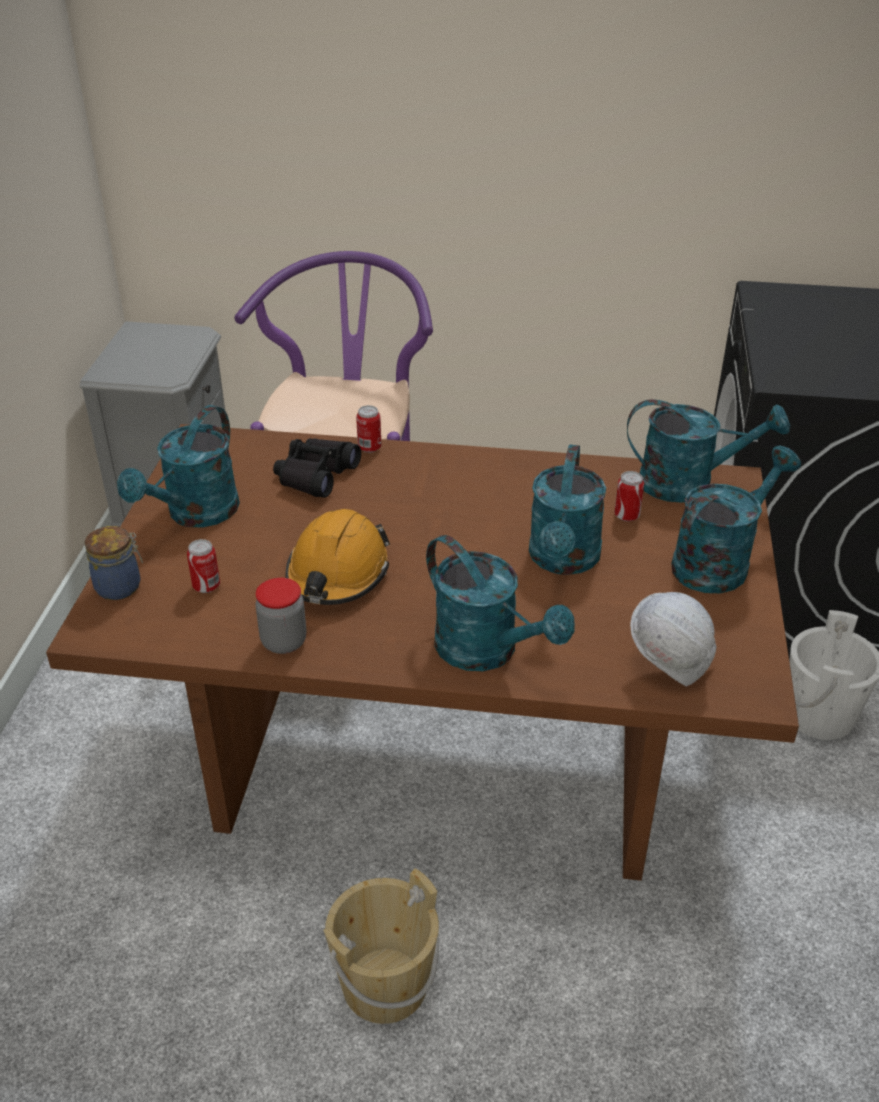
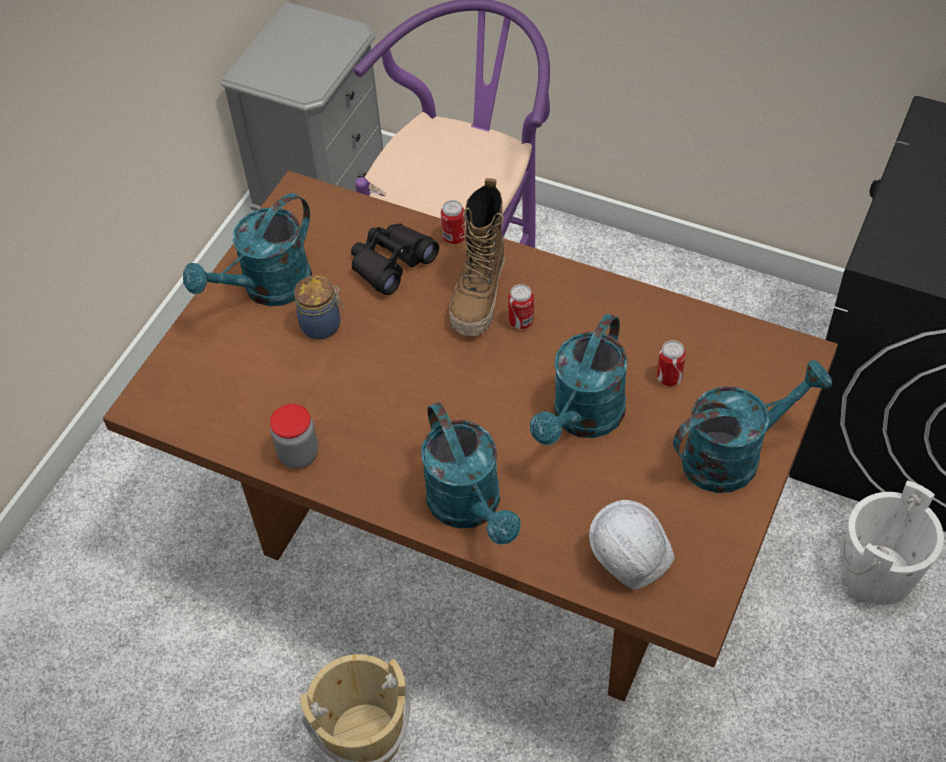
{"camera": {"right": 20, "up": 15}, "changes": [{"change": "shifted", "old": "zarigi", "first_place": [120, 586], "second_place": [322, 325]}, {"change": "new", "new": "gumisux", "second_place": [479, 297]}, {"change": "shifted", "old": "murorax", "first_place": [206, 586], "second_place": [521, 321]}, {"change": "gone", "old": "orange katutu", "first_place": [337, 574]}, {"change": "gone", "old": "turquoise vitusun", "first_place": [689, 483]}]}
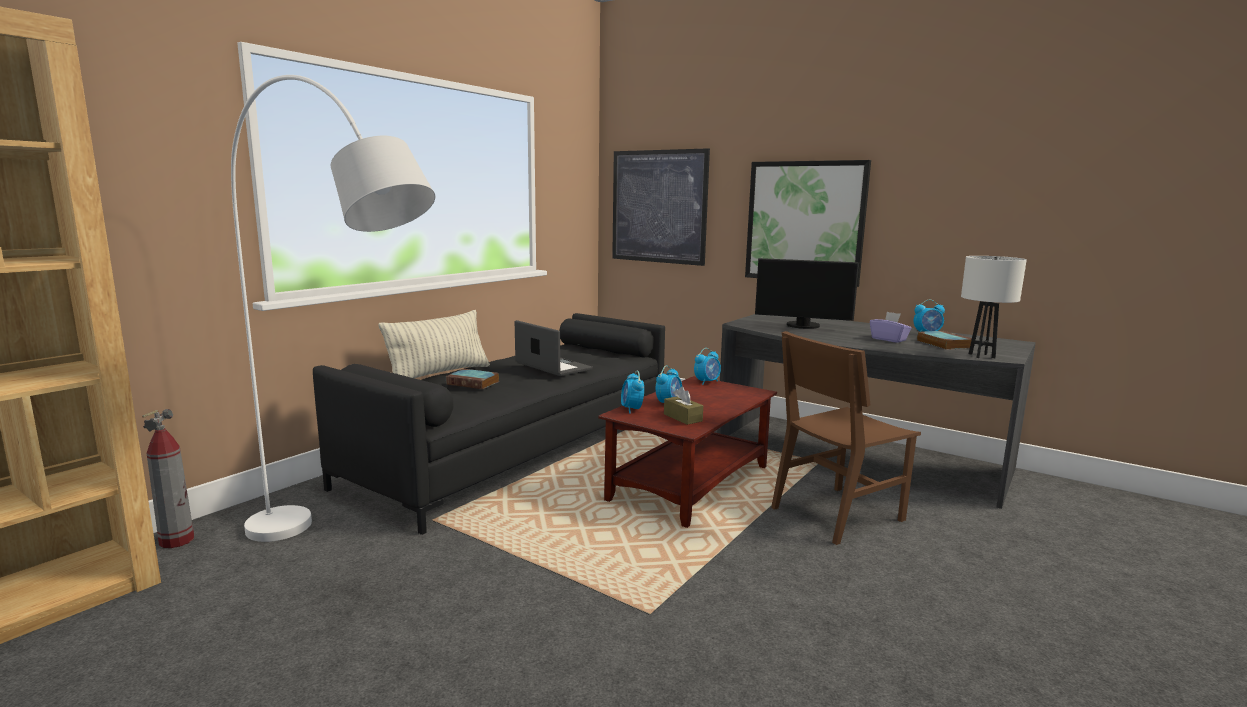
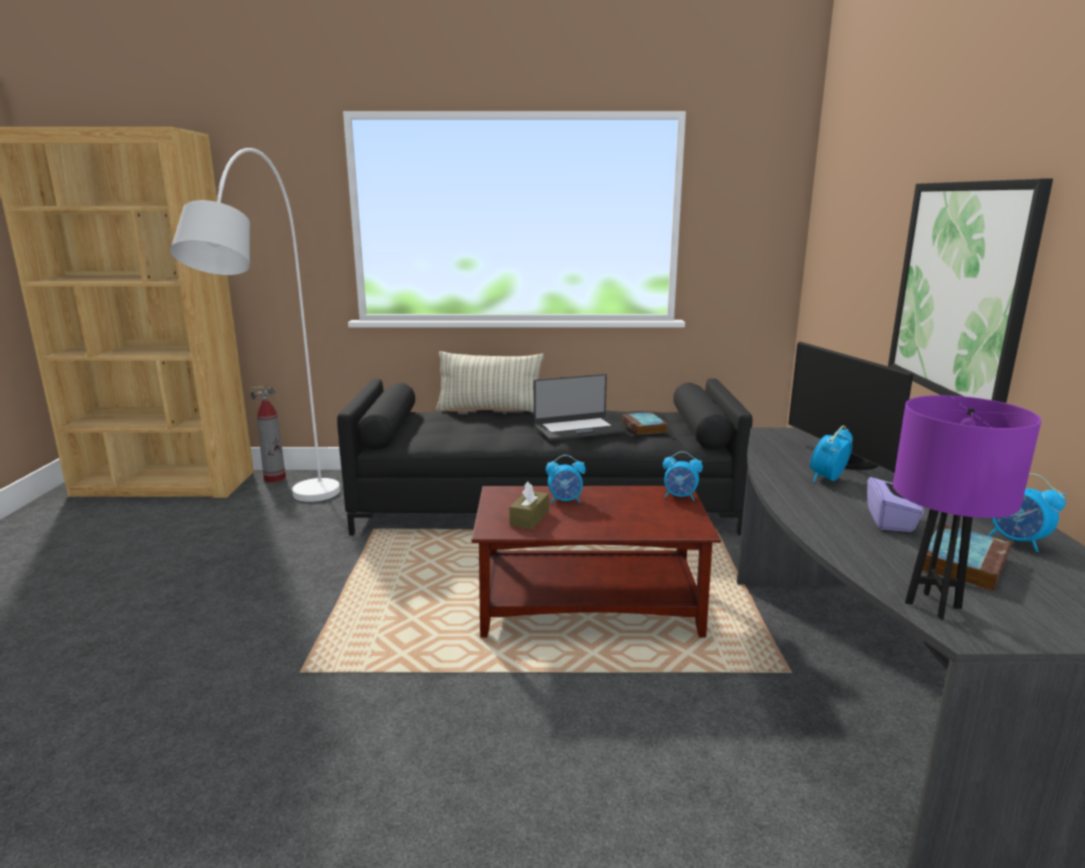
{"camera": {"right": 55, "up": 5}, "changes": [{"change": "rotated", "old": "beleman", "first_place": [552, 366], "second_place": [577, 429], "degrees": 60}, {"change": "shifted", "old": "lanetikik", "first_place": [474, 383], "second_place": [644, 427]}, {"change": "shifted", "old": "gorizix", "first_place": [632, 409], "second_place": [827, 479]}, {"change": "repainted", "old": "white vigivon", "new": "purple vigivon", "first_place": [982, 356], "second_place": [933, 605]}, {"change": "gone", "old": "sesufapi", "first_place": [658, 207]}, {"change": "gone", "old": "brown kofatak", "first_place": [837, 513]}]}
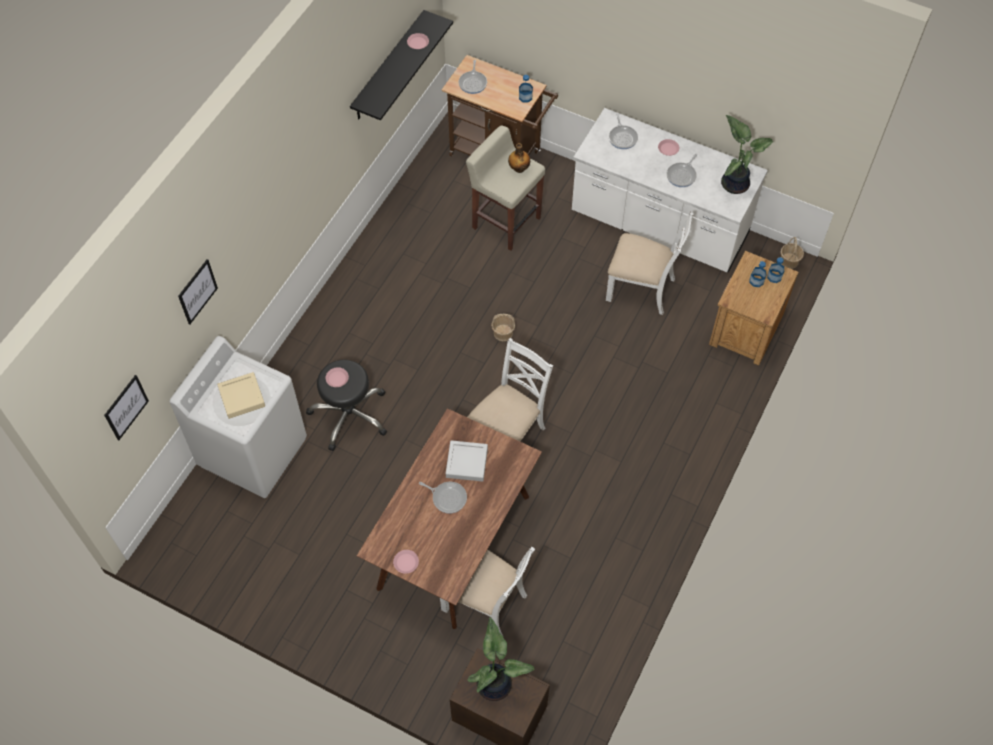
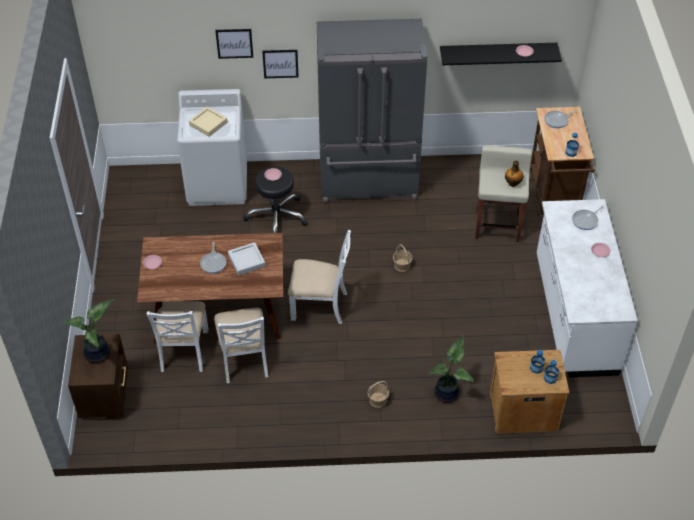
{"camera": {"right": 60, "up": -10}, "changes": [{"change": "shifted", "old": "white kofatak", "first_place": [641, 289], "second_place": [244, 359]}, {"change": "shifted", "old": "sesufapi", "first_place": [126, 407], "second_place": [280, 63]}, {"change": "new", "new": "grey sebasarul", "second_place": [369, 182]}, {"change": "shifted", "old": "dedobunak", "first_place": [789, 261], "second_place": [378, 400]}, {"change": "shifted", "old": "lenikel", "first_place": [735, 183], "second_place": [448, 393]}, {"change": "gone", "old": "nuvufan", "first_place": [682, 175]}]}
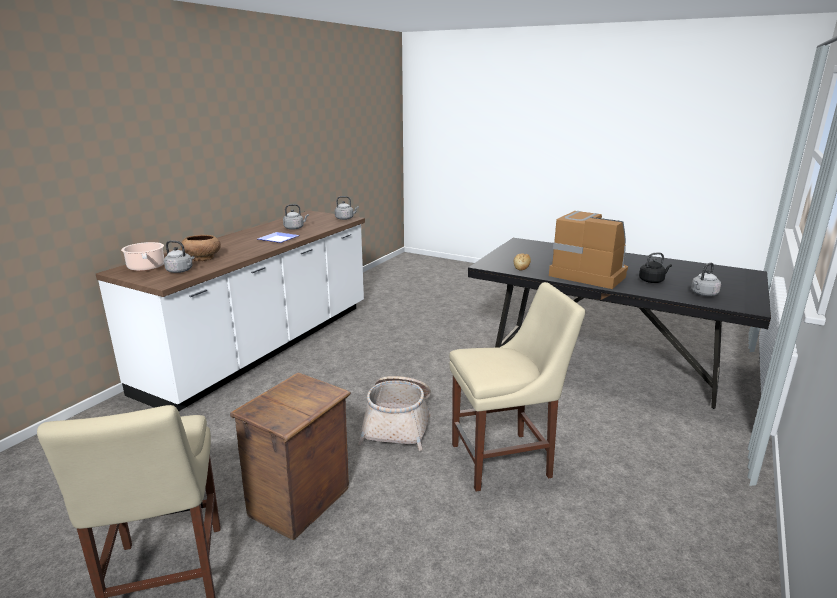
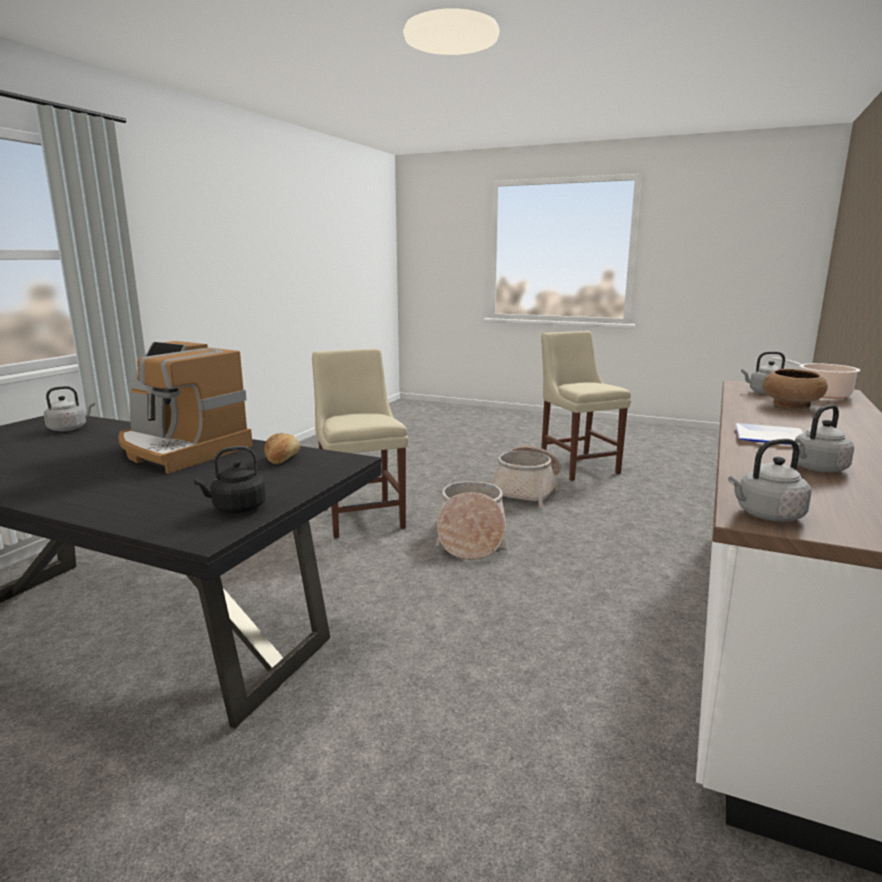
{"camera": {"right": 175, "up": -5}, "changes": [{"change": "shifted", "old": "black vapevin", "first_place": [652, 281], "second_place": [236, 508]}, {"change": "rotated", "old": "beige kofatak", "first_place": [505, 460], "second_place": [362, 516], "degrees": 90}, {"change": "swapped", "old": "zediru", "new": "dedobunak", "first_place": [301, 502], "second_place": [527, 491]}]}
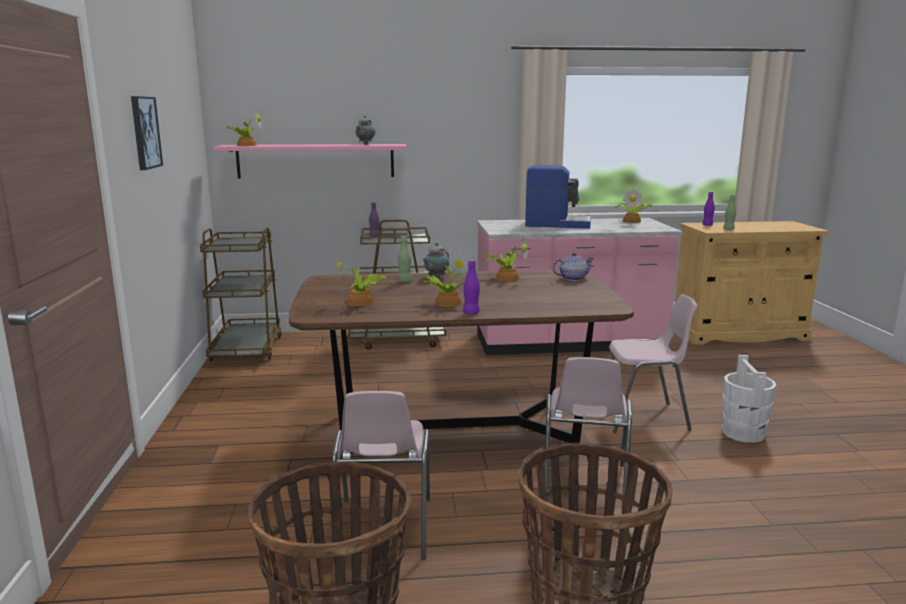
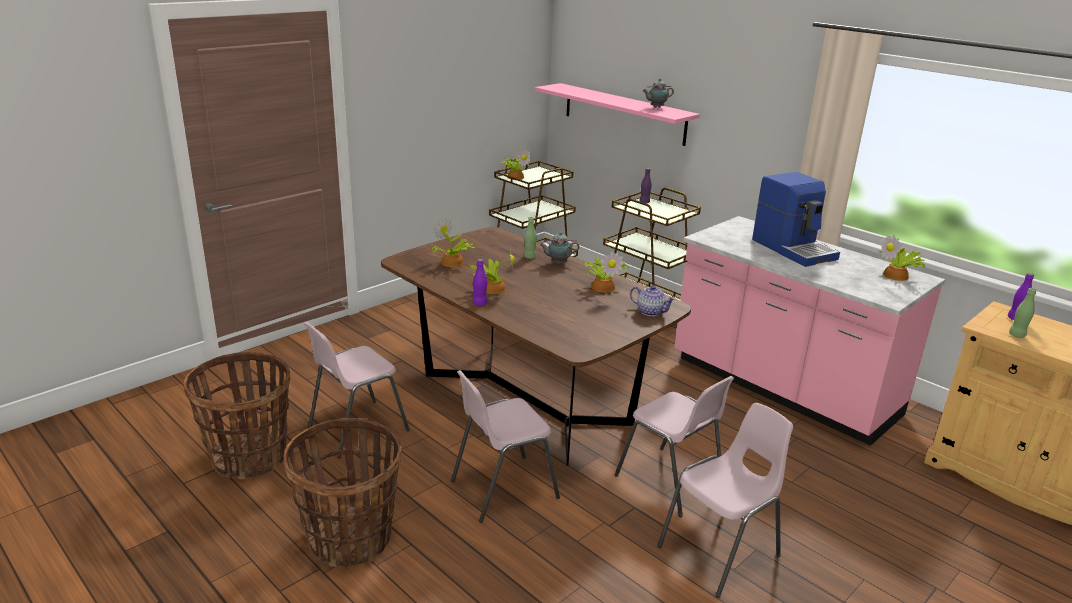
{"camera": {"right": 50, "up": 10}, "changes": [{"change": "shifted", "old": "lenikel", "first_place": [245, 145], "second_place": [515, 177]}, {"change": "swapped", "old": "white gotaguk", "new": "pink kofatak", "first_place": [743, 433], "second_place": [721, 552]}, {"change": "gone", "old": "sesufapi", "first_place": [145, 132]}]}
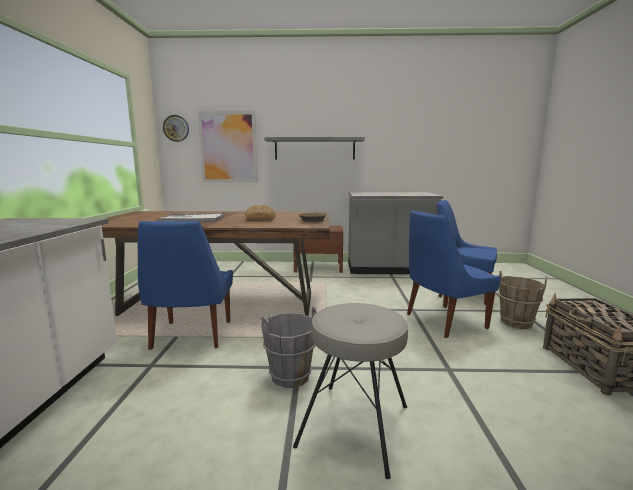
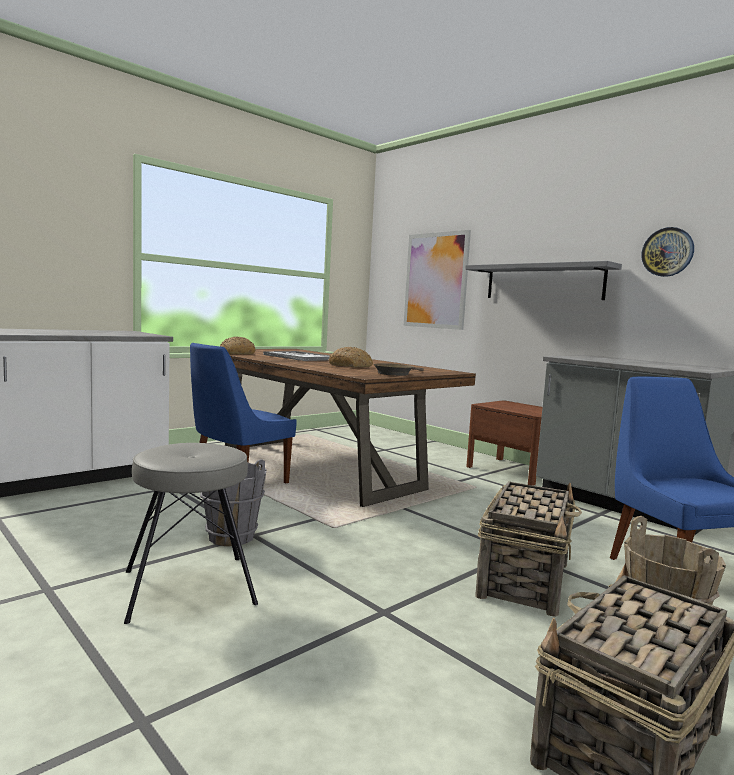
{"camera": {"right": 45, "up": -5}, "changes": [{"change": "new", "new": "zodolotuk", "second_place": [236, 353]}, {"change": "swapped", "old": "blue kofatak", "new": "dedobunak", "first_place": [443, 321], "second_place": [524, 579]}, {"change": "shifted", "old": "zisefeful", "first_place": [176, 128], "second_place": [667, 252]}]}
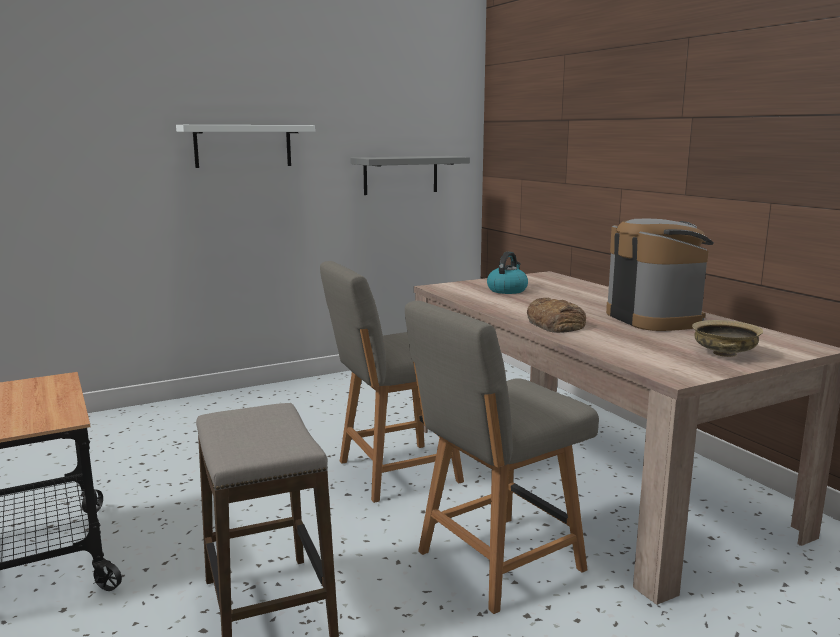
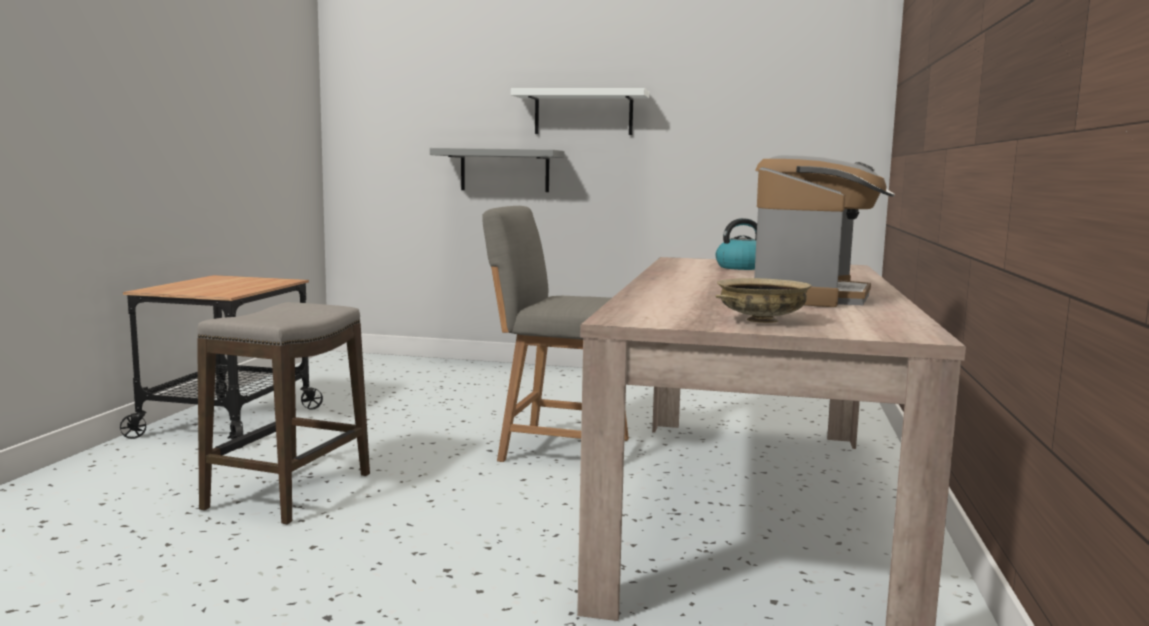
{"camera": {"right": 40, "up": -5}, "changes": [{"change": "shifted", "old": "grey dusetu", "first_place": [400, 175], "second_place": [504, 170]}, {"change": "gone", "old": "grey kofatak", "first_place": [495, 563]}, {"change": "gone", "old": "zodolotuk", "first_place": [555, 324]}]}
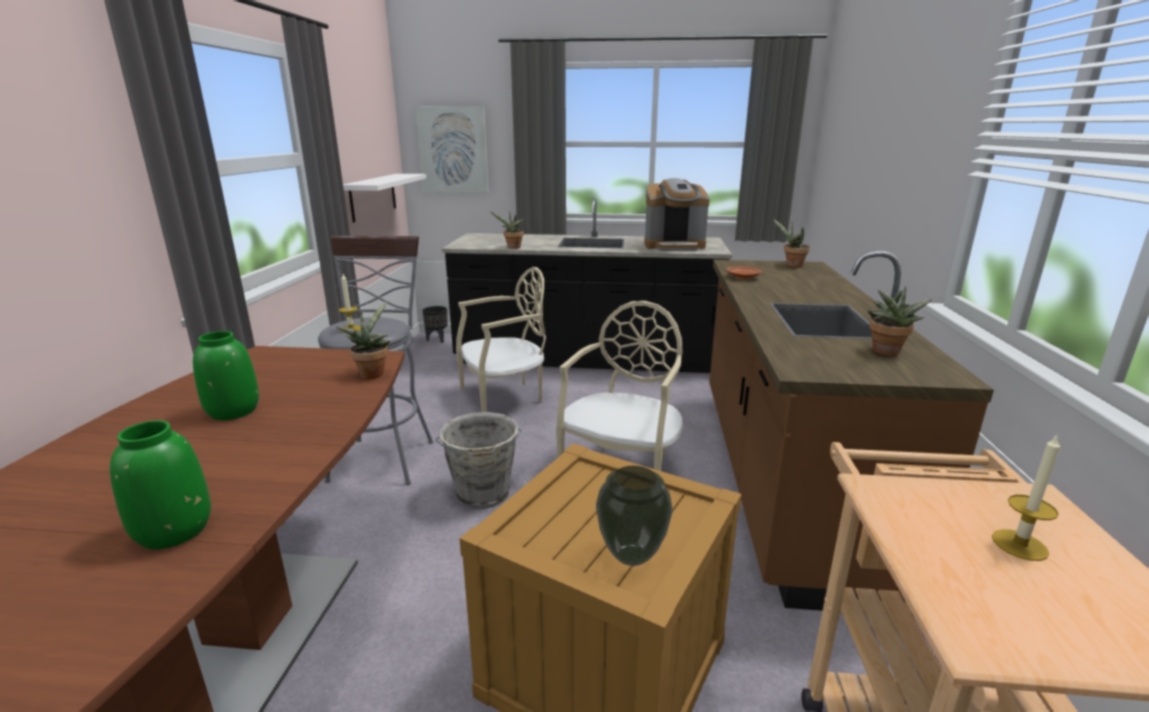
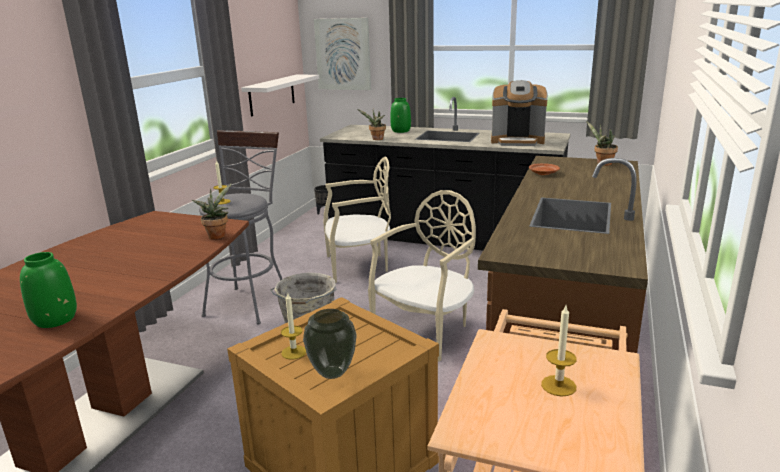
{"camera": {"right": 15, "up": 0}, "changes": [{"change": "new", "new": "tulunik", "second_place": [293, 352]}, {"change": "shifted", "old": "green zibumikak", "first_place": [232, 411], "second_place": [400, 131]}, {"change": "gone", "old": "lenikel", "first_place": [886, 353]}]}
